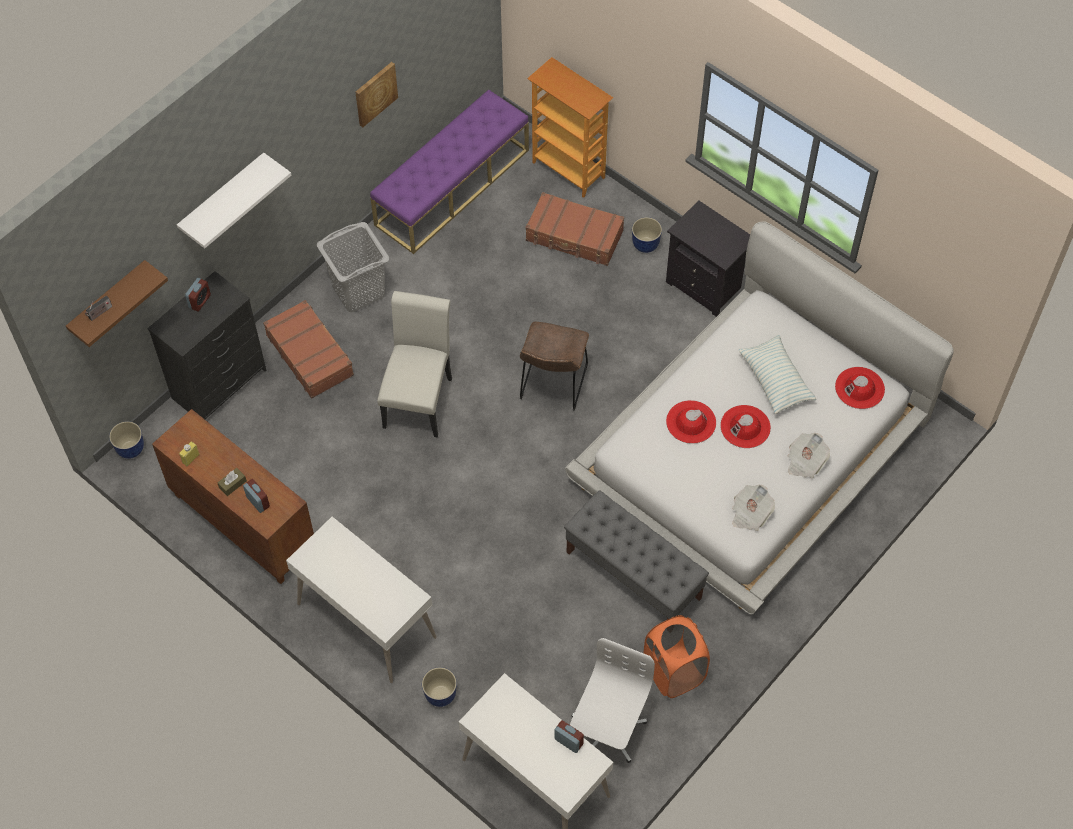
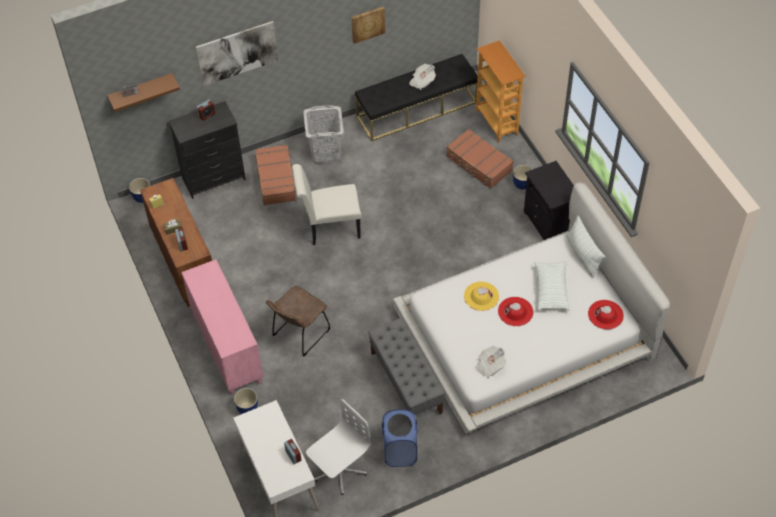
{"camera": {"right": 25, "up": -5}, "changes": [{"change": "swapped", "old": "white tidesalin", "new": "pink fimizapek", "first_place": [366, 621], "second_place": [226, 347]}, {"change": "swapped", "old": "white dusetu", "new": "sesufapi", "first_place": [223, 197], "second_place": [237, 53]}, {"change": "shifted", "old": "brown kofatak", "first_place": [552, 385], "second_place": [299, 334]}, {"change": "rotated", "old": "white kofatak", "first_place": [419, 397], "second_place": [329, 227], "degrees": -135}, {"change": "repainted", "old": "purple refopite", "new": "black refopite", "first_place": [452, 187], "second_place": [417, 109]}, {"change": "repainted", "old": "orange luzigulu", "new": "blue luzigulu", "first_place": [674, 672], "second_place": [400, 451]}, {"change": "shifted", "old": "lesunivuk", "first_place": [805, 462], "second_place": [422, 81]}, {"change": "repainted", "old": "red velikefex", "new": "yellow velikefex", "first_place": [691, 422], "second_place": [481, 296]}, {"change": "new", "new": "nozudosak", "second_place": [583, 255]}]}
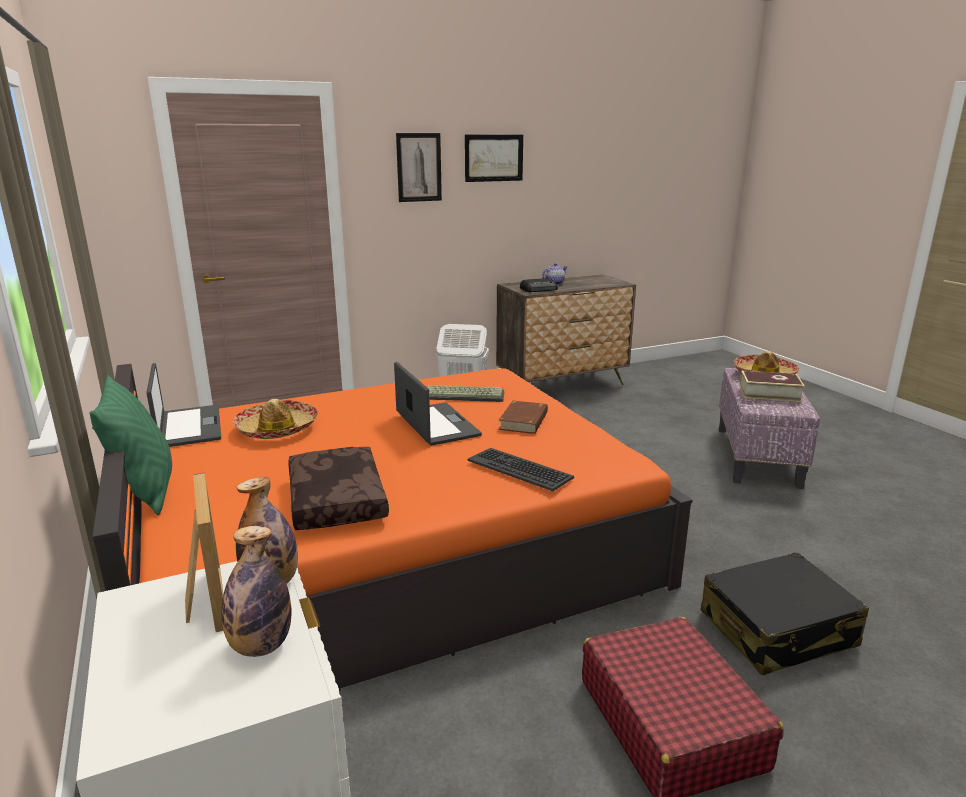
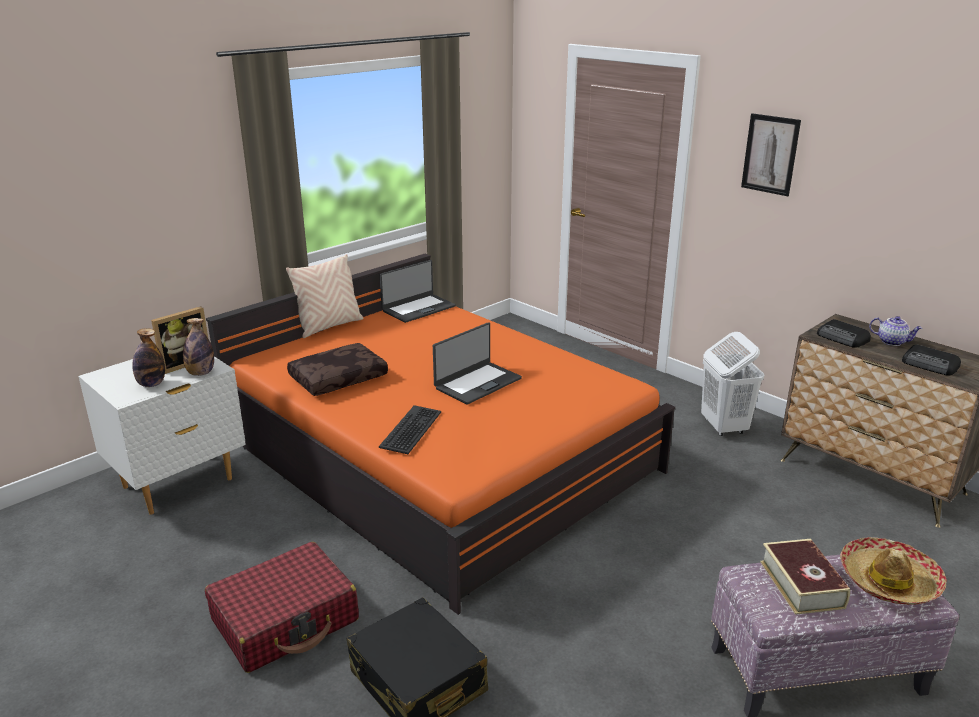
{"camera": {"right": 70, "up": 5}, "changes": [{"change": "repainted", "old": "green nozudosak", "new": "beige nozudosak", "first_place": [146, 491], "second_place": [329, 326]}, {"change": "new", "new": "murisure", "second_place": [930, 365]}, {"change": "gone", "old": "velikefex", "first_place": [277, 429]}, {"change": "gone", "old": "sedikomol", "first_place": [465, 395]}, {"change": "gone", "old": "sesufapi", "first_place": [494, 158]}, {"change": "gone", "old": "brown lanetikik", "first_place": [524, 421]}]}
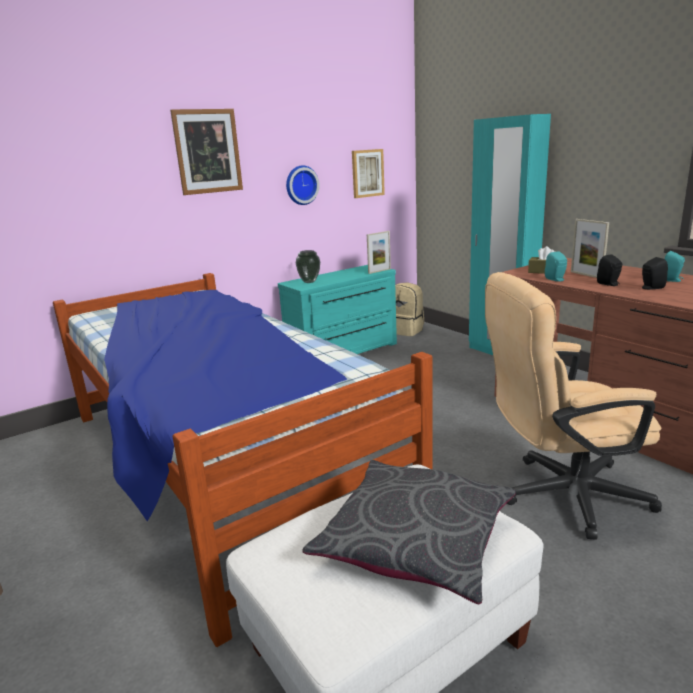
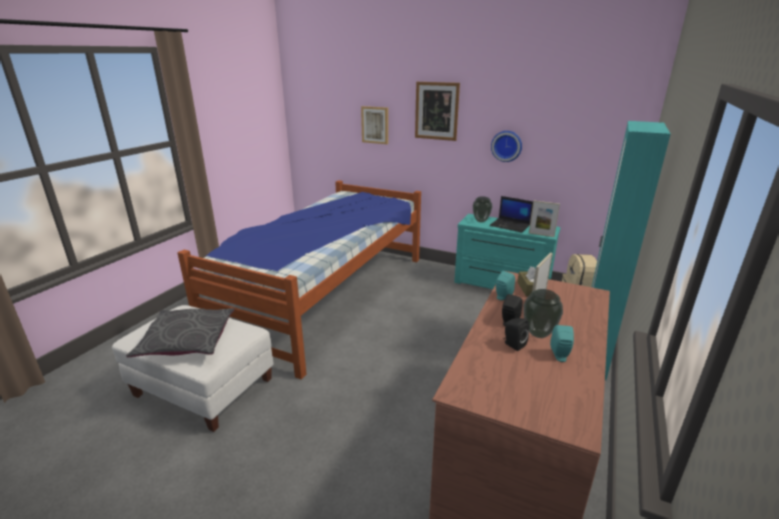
{"camera": {"right": 60, "up": 5}, "changes": [{"change": "shifted", "old": "sesufapi", "first_place": [367, 173], "second_place": [375, 125]}, {"change": "new", "new": "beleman", "second_place": [510, 225]}, {"change": "new", "new": "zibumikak", "second_place": [538, 334]}, {"change": "gone", "old": "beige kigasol", "first_place": [561, 495]}]}
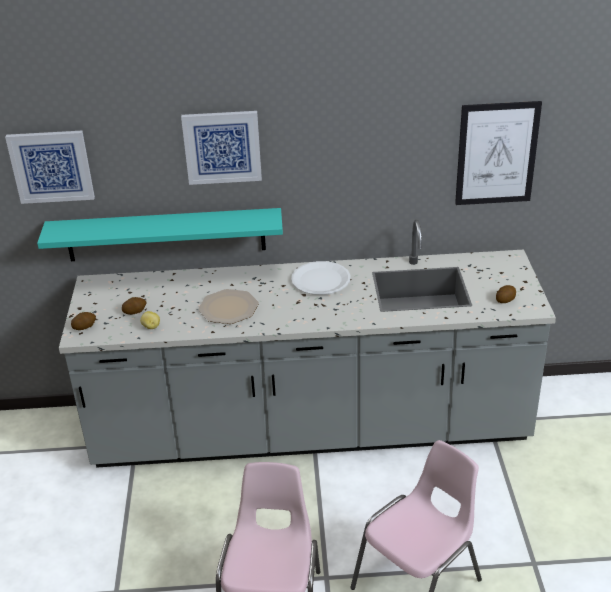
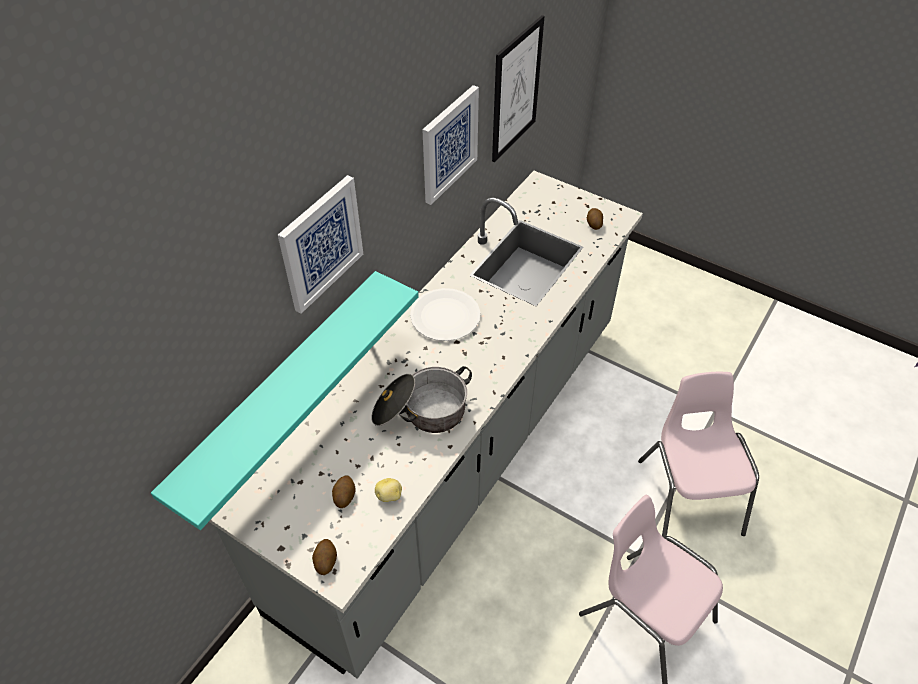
{"camera": {"right": -55, "up": 15}, "changes": [{"change": "swapped", "old": "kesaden", "new": "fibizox", "first_place": [228, 308], "second_place": [421, 411]}, {"change": "shifted", "old": "sesufapi", "first_place": [51, 166], "second_place": [448, 144]}]}
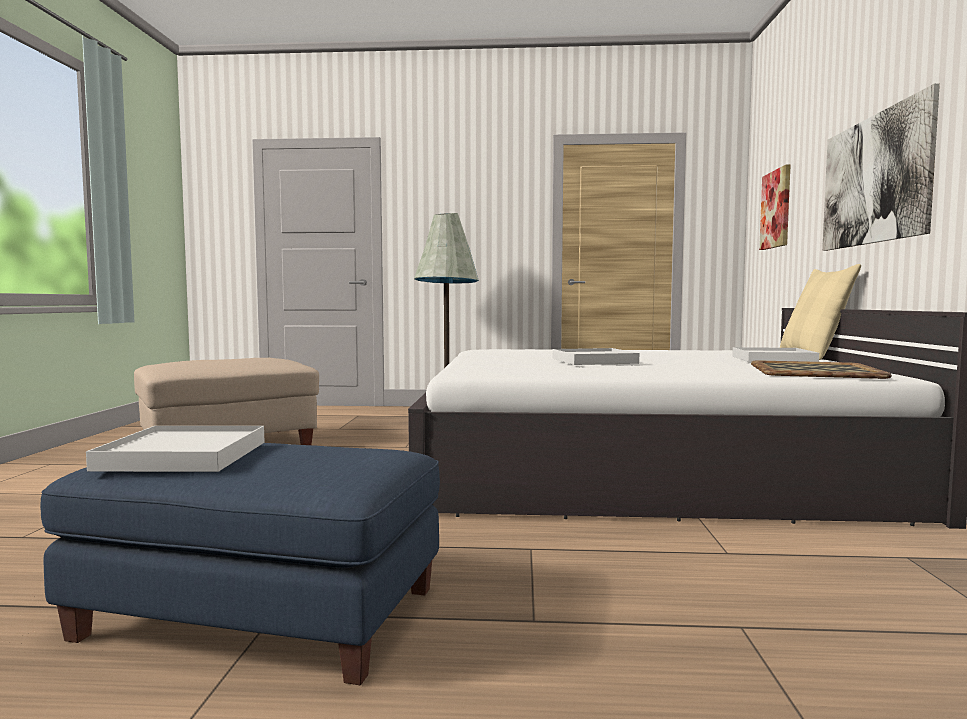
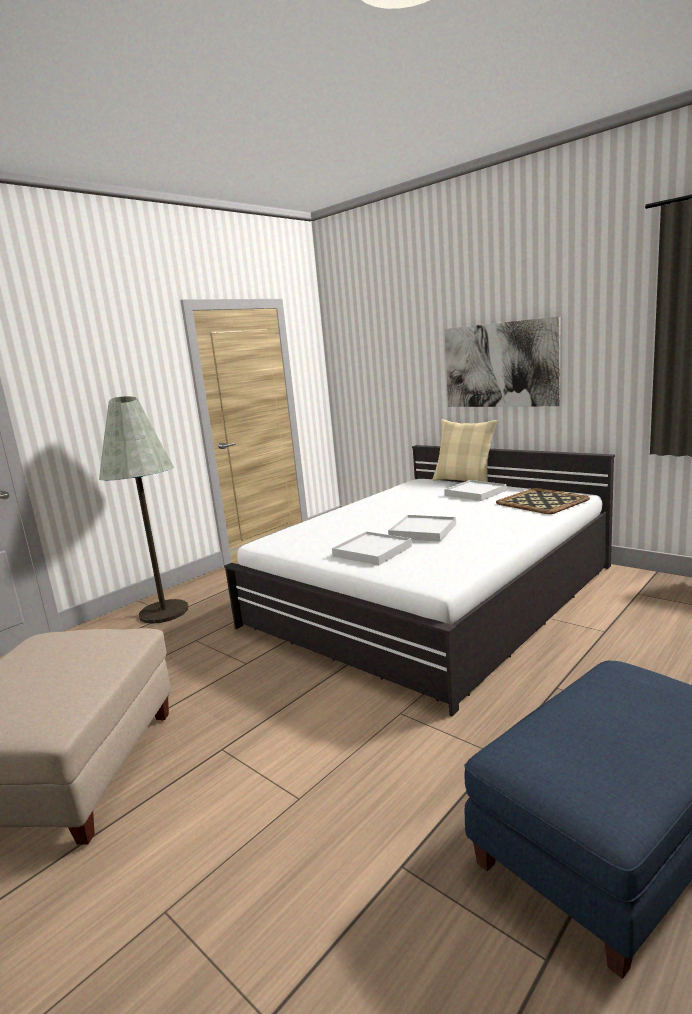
{"camera": {"right": -50, "up": 10}, "changes": [{"change": "shifted", "old": "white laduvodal", "first_place": [183, 456], "second_place": [372, 551]}, {"change": "gone", "old": "sesufapi", "first_place": [776, 209]}]}
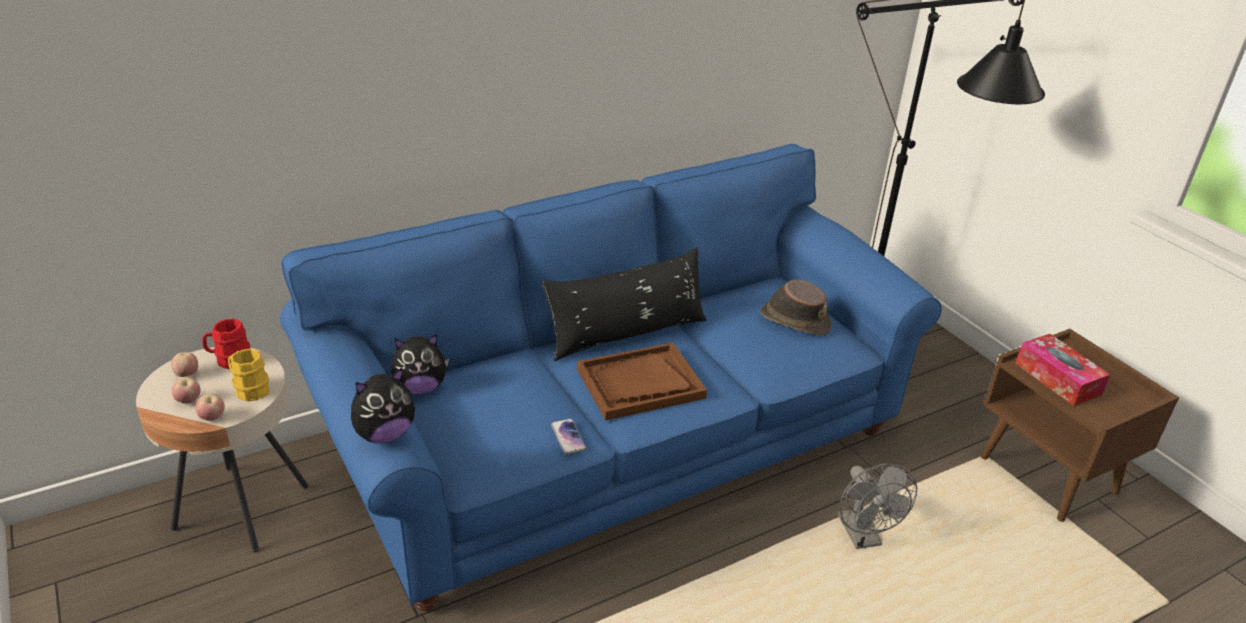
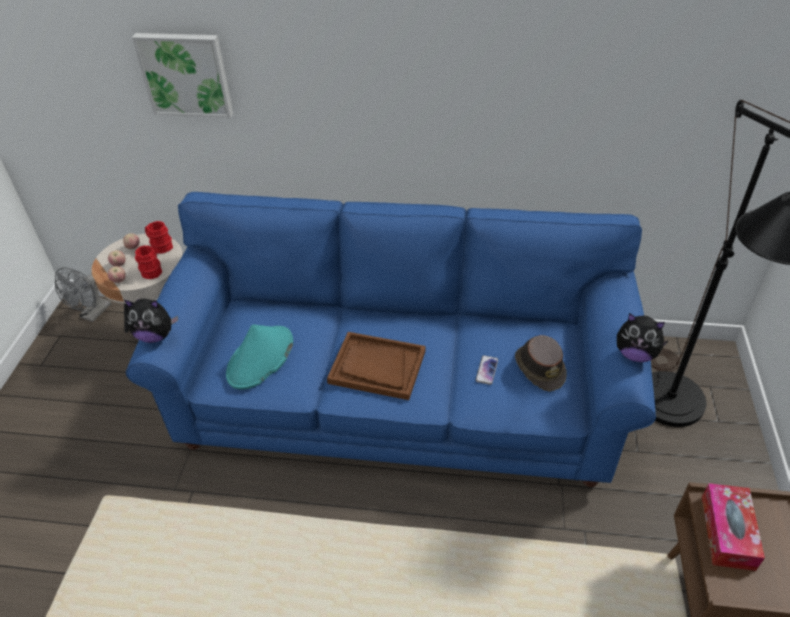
{"camera": {"right": 40, "up": 10}, "changes": [{"change": "shifted", "old": "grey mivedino", "first_place": [863, 537], "second_place": [93, 314]}, {"change": "new", "new": "sesufapi", "second_place": [186, 74]}, {"change": "repainted", "old": "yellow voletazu", "new": "red voletazu", "first_place": [249, 389], "second_place": [151, 270]}, {"change": "new", "new": "turquoise velikefex", "second_place": [260, 358]}, {"change": "shifted", "old": "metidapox", "first_place": [568, 437], "second_place": [486, 370]}, {"change": "shifted", "old": "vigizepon", "first_place": [420, 388], "second_place": [635, 354]}, {"change": "gone", "old": "black nozudosak", "first_place": [627, 334]}]}
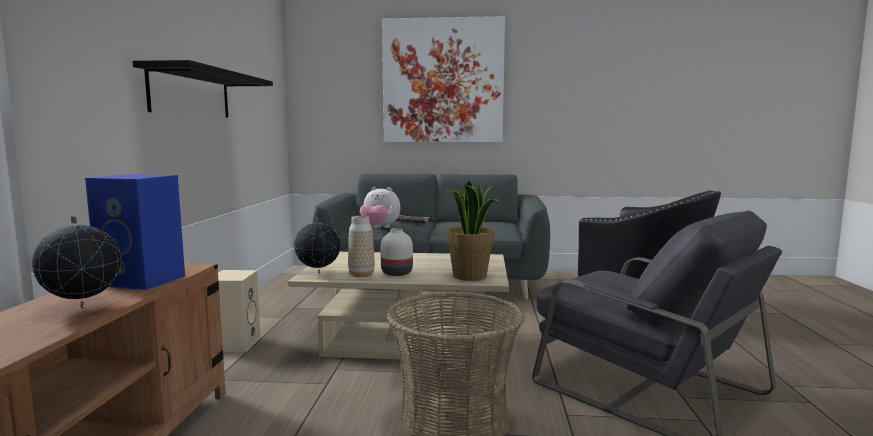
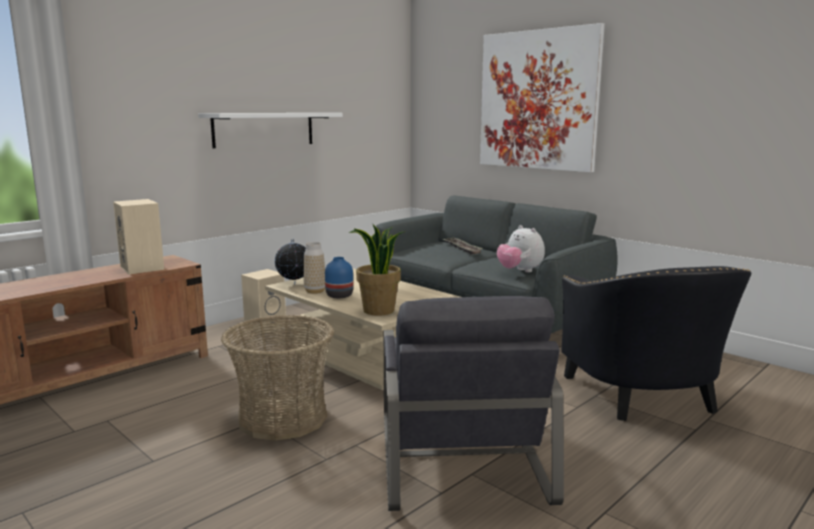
{"camera": {"right": 40, "up": 5}, "changes": [{"change": "repainted", "old": "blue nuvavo", "new": "beige nuvavo", "first_place": [144, 280], "second_place": [143, 268]}, {"change": "repainted", "old": "black dusetu", "new": "white dusetu", "first_place": [191, 94], "second_place": [264, 129]}, {"change": "repainted", "old": "white zibumikak", "new": "blue zibumikak", "first_place": [396, 273], "second_place": [339, 295]}, {"change": "shifted", "old": "vigizepon", "first_place": [379, 228], "second_place": [520, 271]}, {"change": "gone", "old": "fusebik", "first_place": [83, 307]}]}
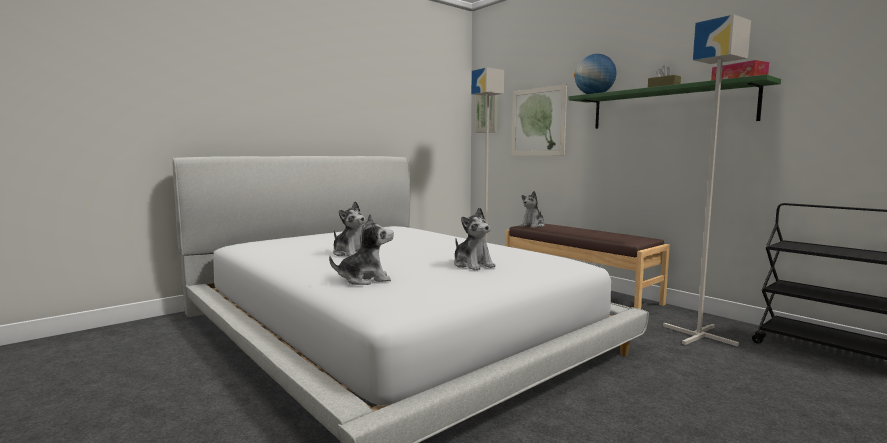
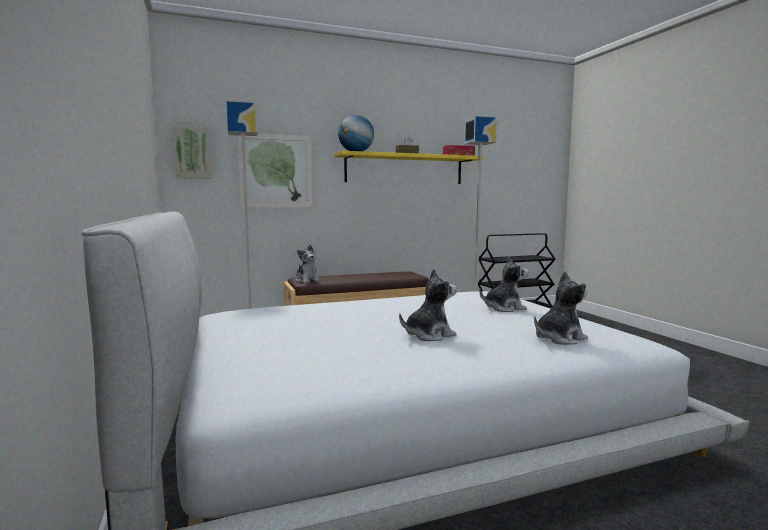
{"camera": {"right": -70, "up": 0}, "changes": [{"change": "repainted", "old": "green dusetu", "new": "yellow dusetu", "first_place": [668, 107], "second_place": [405, 169]}, {"change": "rotated", "old": "vigizepon", "first_place": [365, 279], "second_place": [558, 338], "degrees": 60}]}
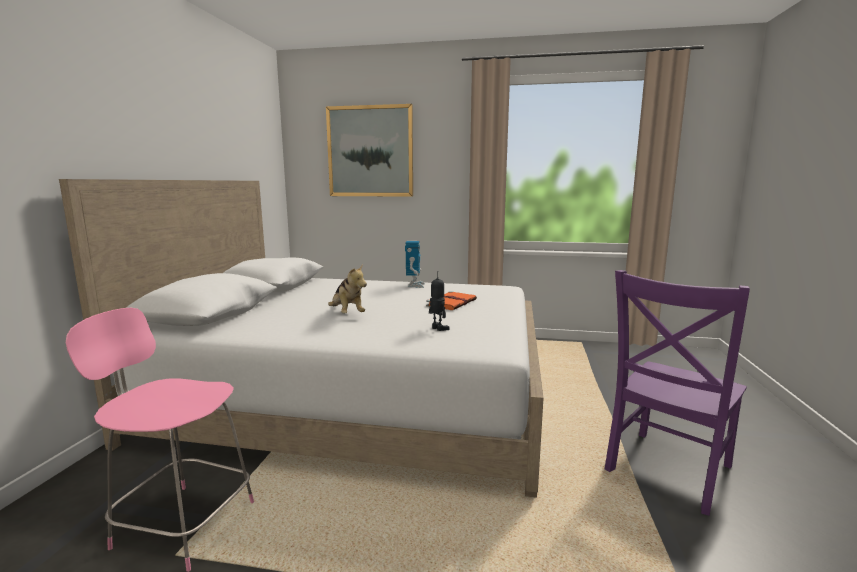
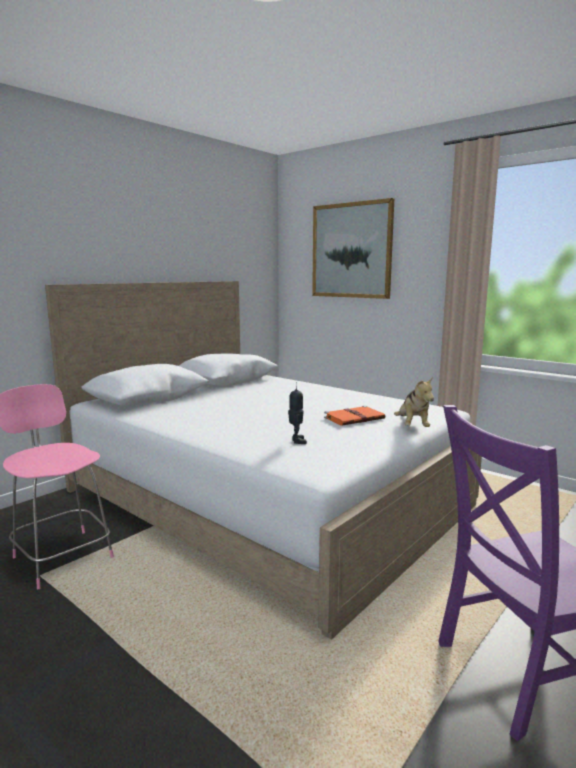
{"camera": {"right": 30, "up": 0}, "changes": [{"change": "shifted", "old": "vigizepon", "first_place": [347, 314], "second_place": [412, 426]}, {"change": "gone", "old": "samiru", "first_place": [415, 285]}]}
